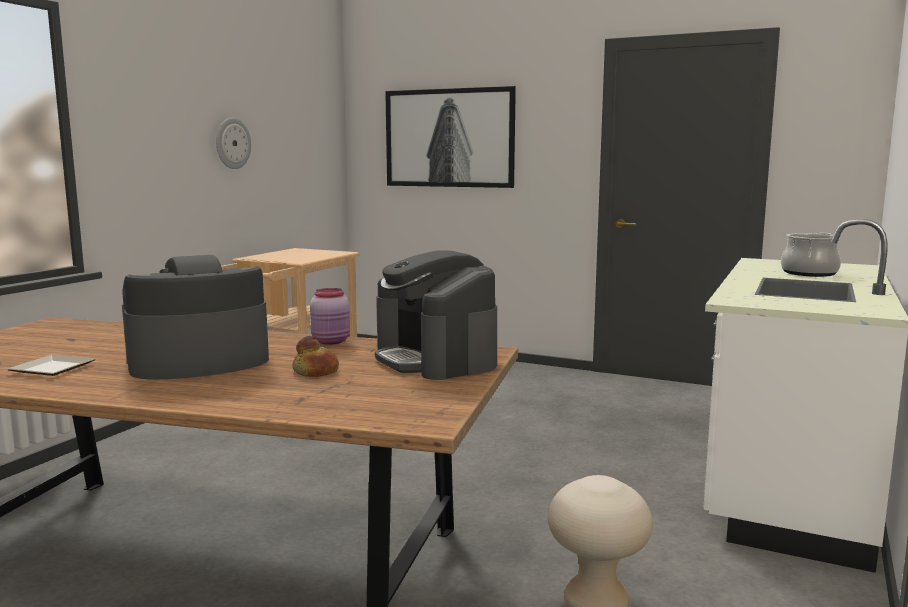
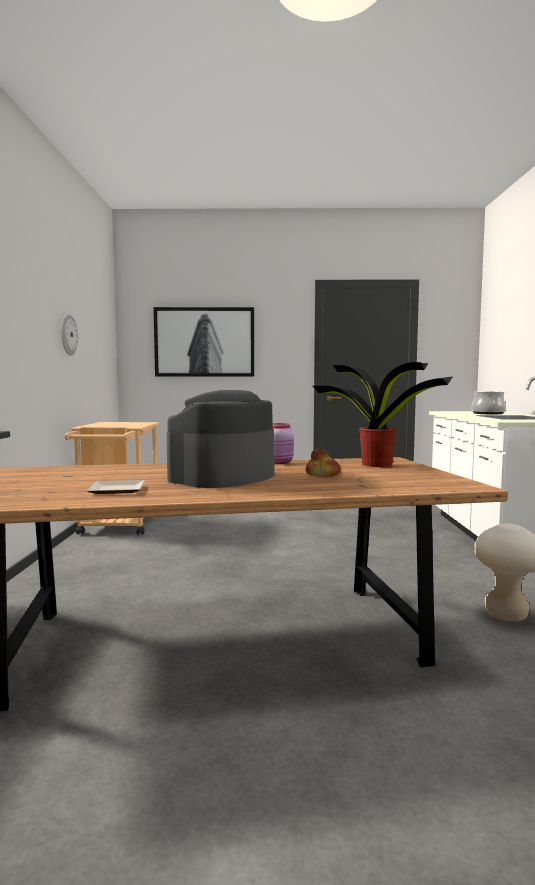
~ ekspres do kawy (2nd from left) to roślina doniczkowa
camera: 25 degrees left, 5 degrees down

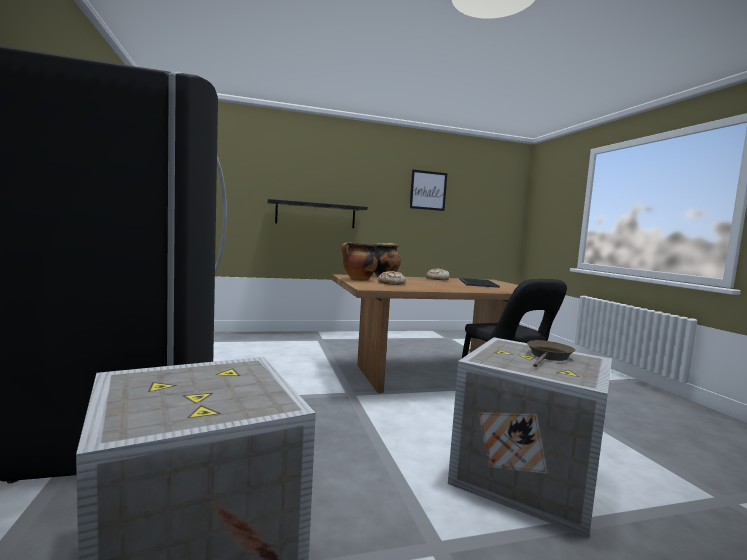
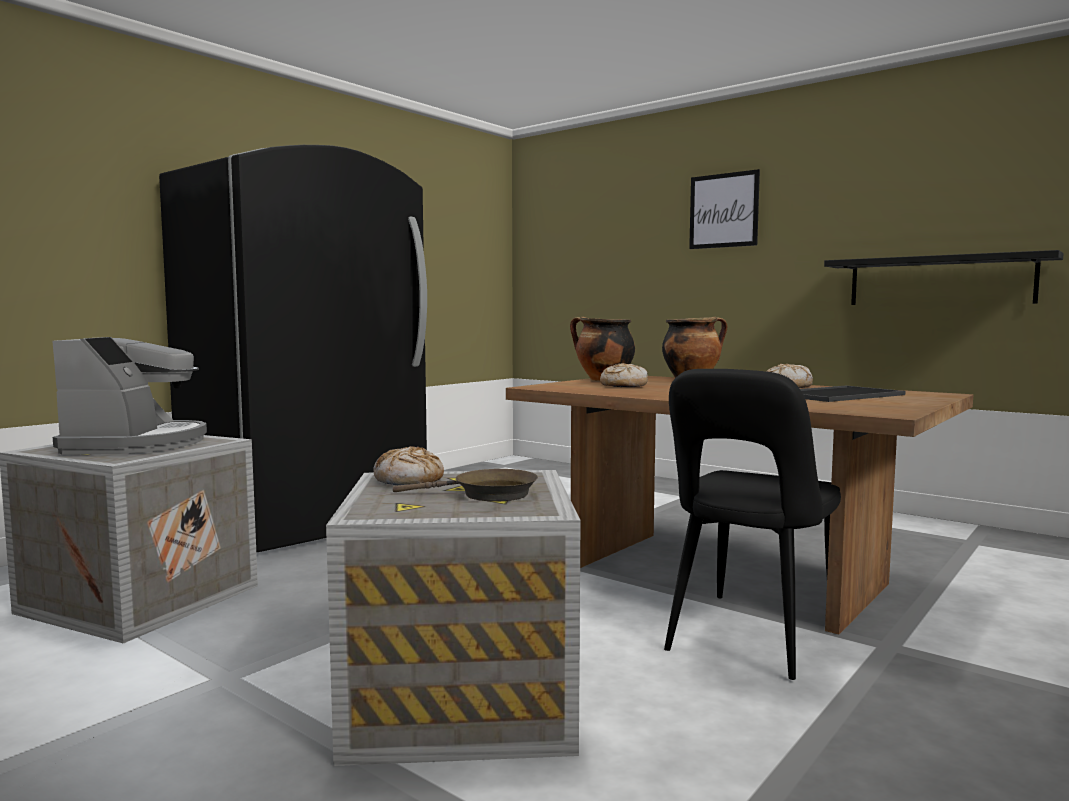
+ ekspres do kawy
+ chleb (1st from left)
~ obraz
~ półka/czarny
camera: 55 degrees right, 0 degrees up

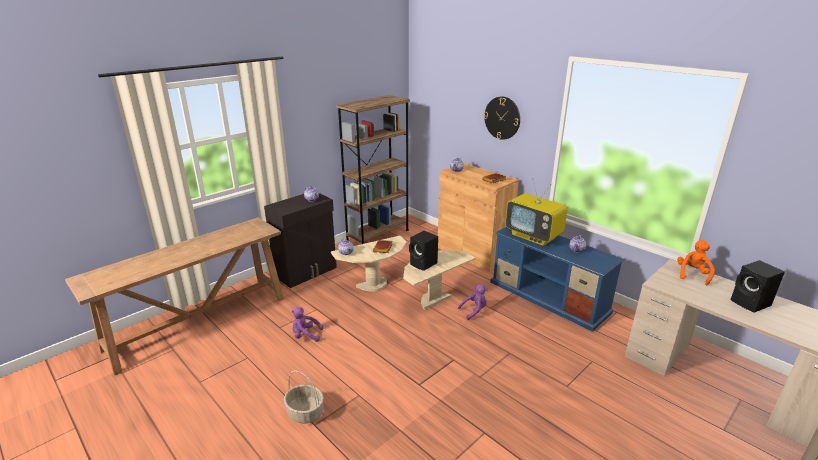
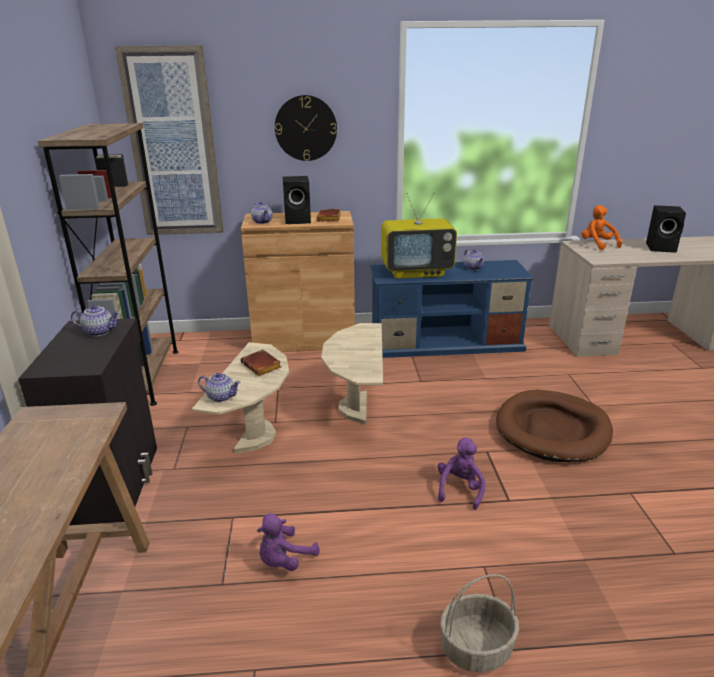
+ obraz
~ głośnik/czarny (1st from left)
~ pluszak/fioletowy (2nd from left)
+ legowisko/brązowy
camera: 50 degrees left, 0 degrees up

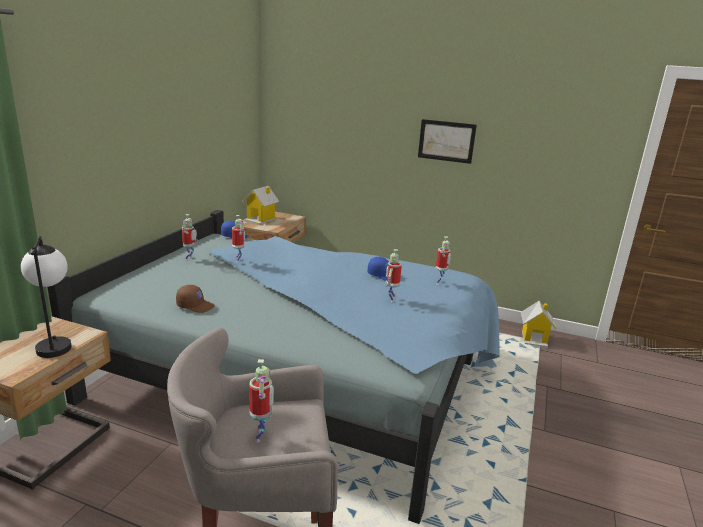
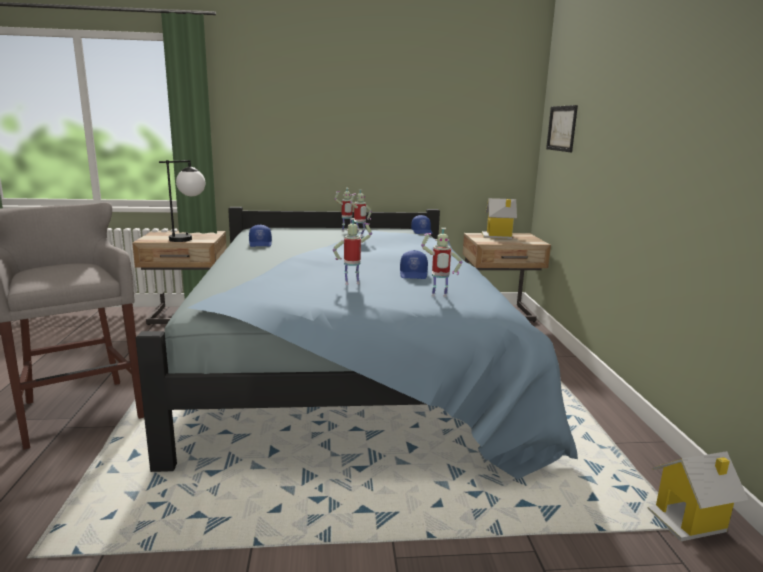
~ czapka z daszkiem/brązowy to czapka z daszkiem/niebieski (1st from left)
~ obraz
- robot zabawkowy (3rd from left)
camera: 65 degrees right, 5 degrees down

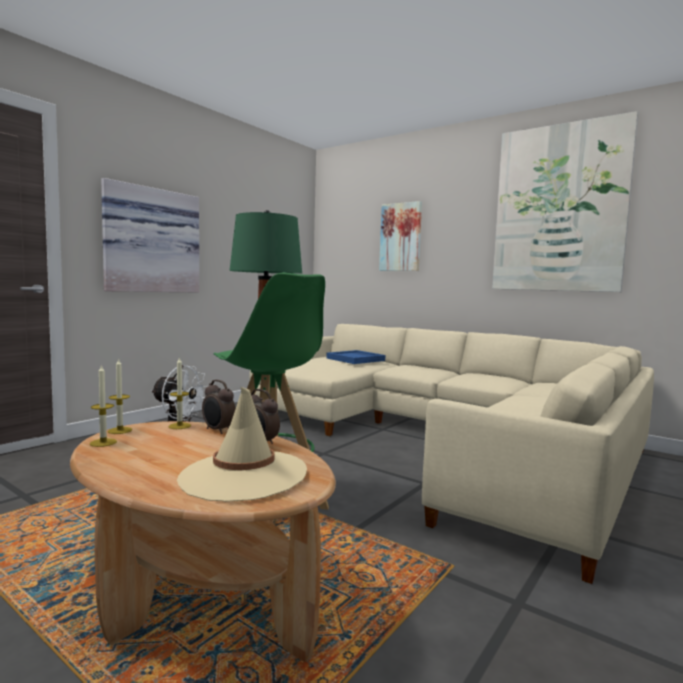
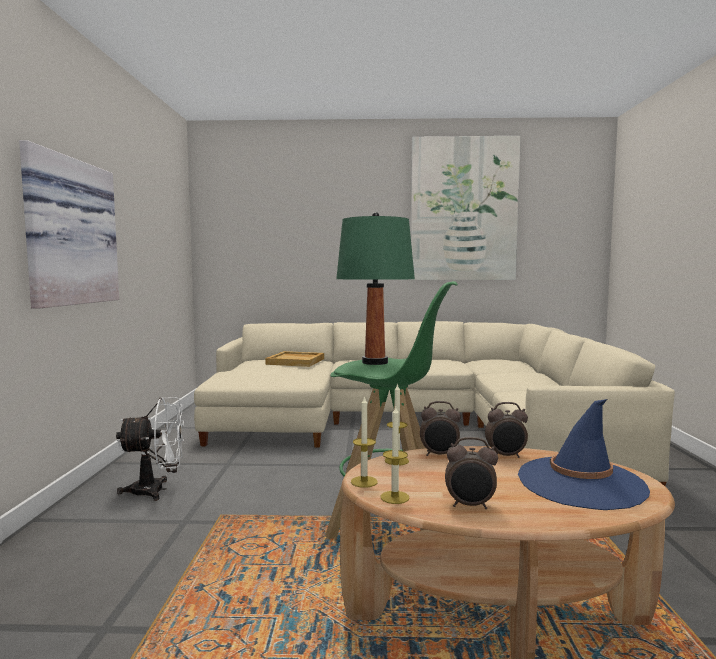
~ taca/niebieski to taca/beżowy
+ budzik (2nd from left)
~ kapelusz/beżowy to kapelusz/niebieski
- obraz (2nd from left)
camera: 35 degrees left, 0 degrees up

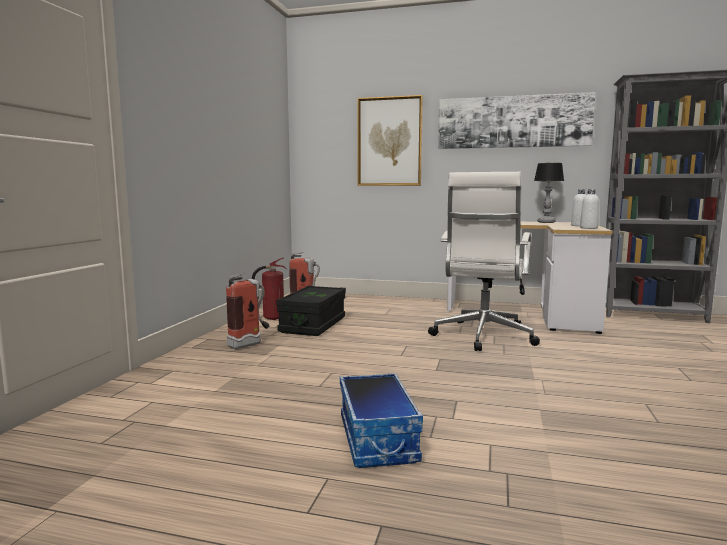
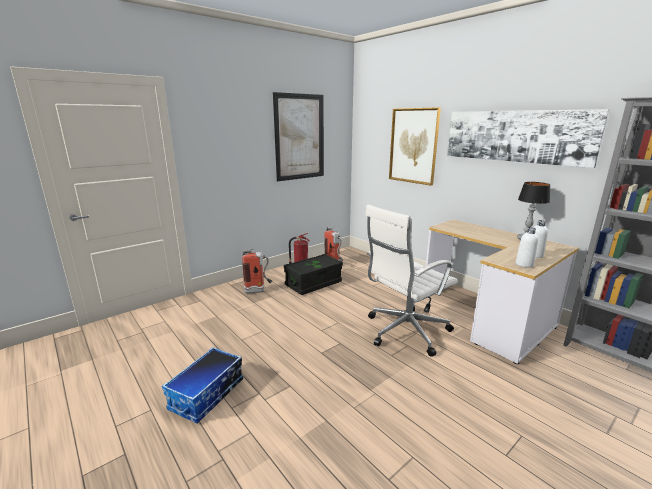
+ obraz (1st from left)
camera: 35 degrees right, 10 degrees up

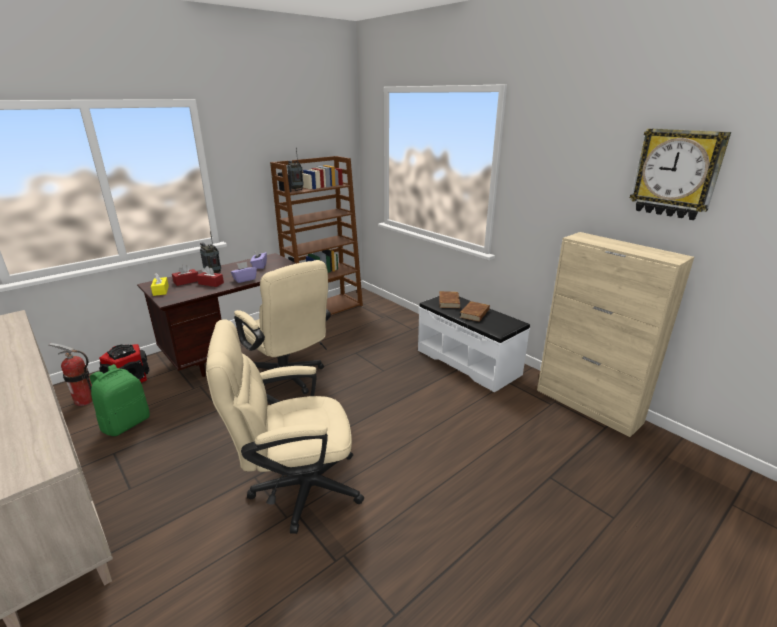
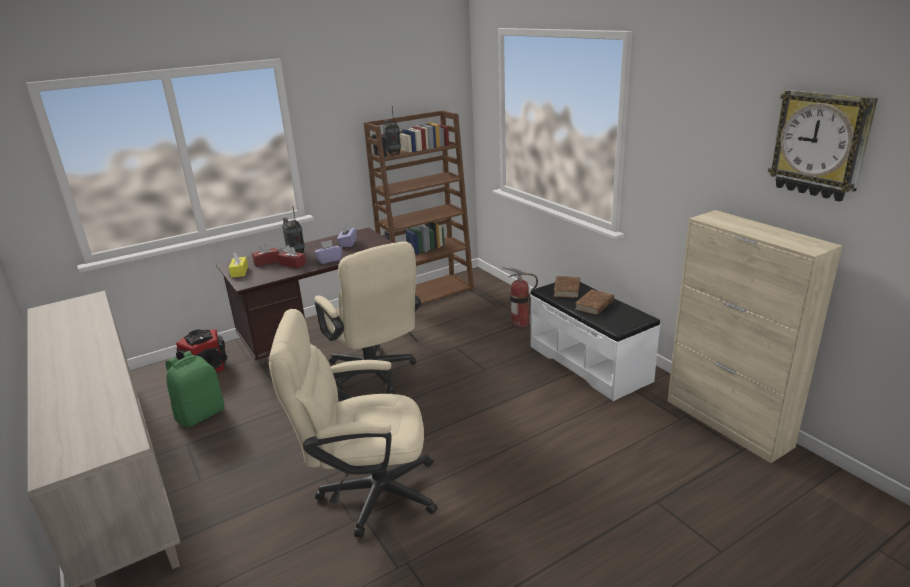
~ gaśnica
camera: 10 degrees right, 0 degrees up

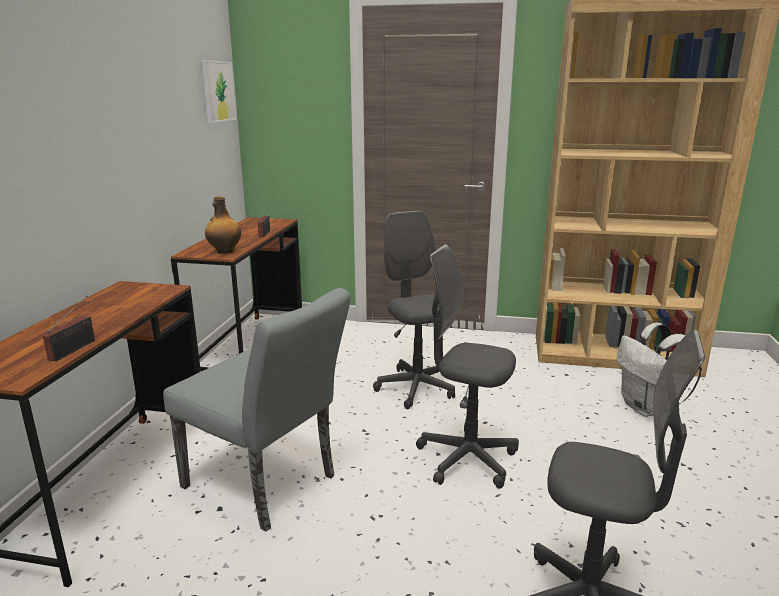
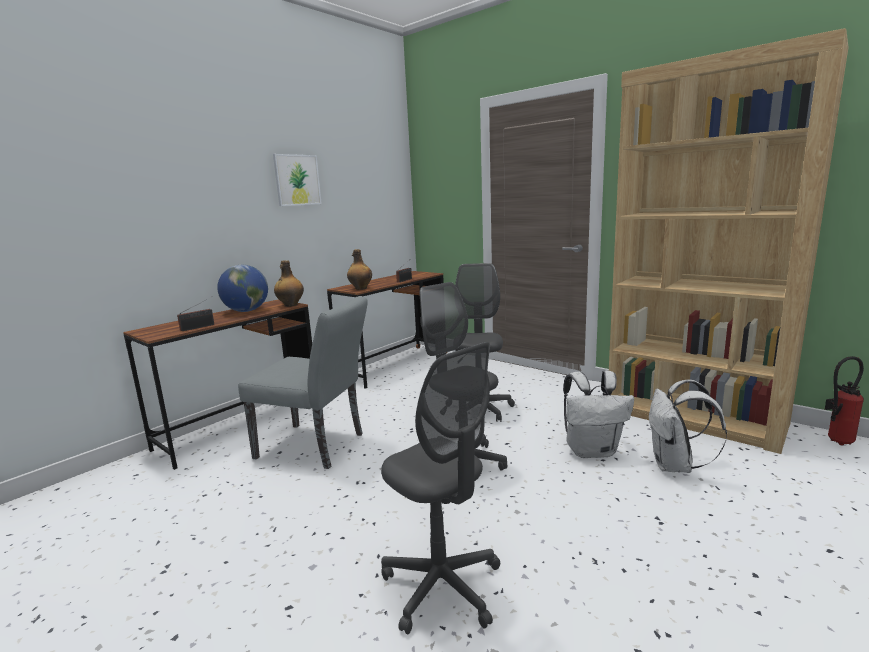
+ globus
~ krzesło/szary 45 degrees counterclockwise
~ obraz
+ butelka (1st from left)
+ plecak/biały (1st from left)
+ gaśnica
camera: 30 degrees right, 5 degrees down

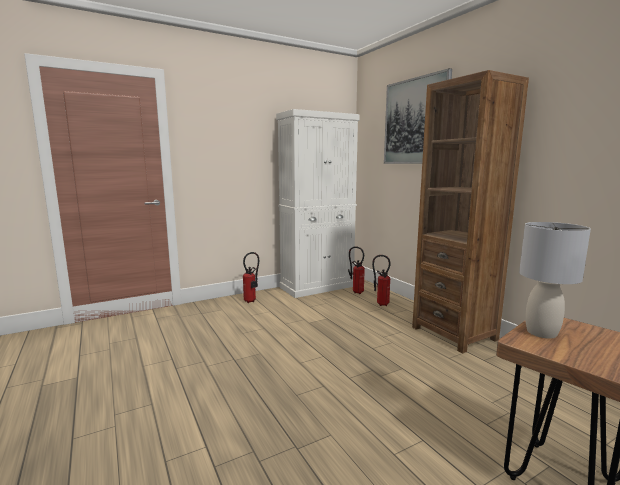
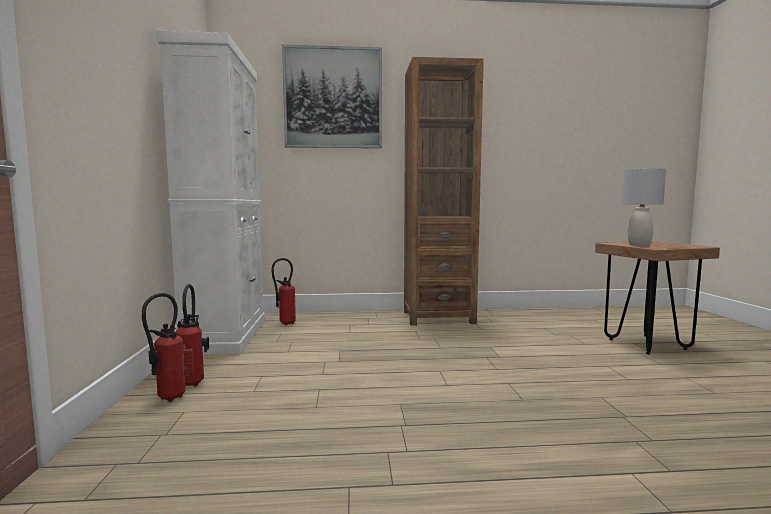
~ gaśnica (3rd from left in the first image) to gaśnica (1st from left)
camera: 65 degrees left, 5 degrees down

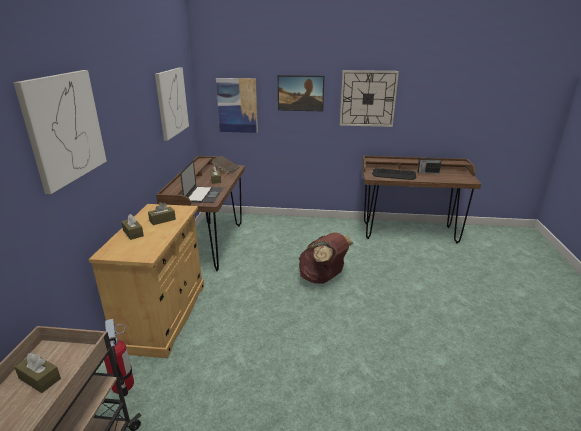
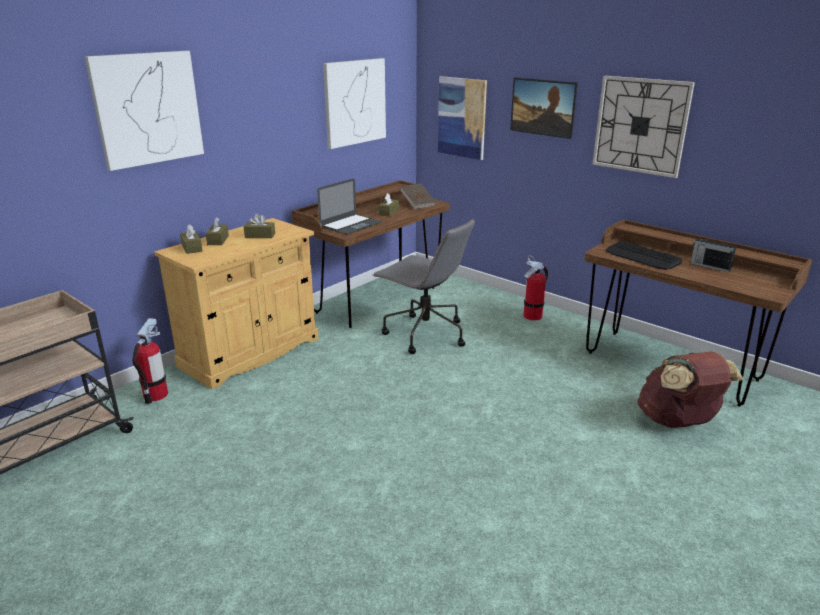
~ pudełko chusteczek/brązowy (1st from left)
+ krzesło biurowe/szary
+ gaśnica (2nd from left)
~ plecak/brązowy
camera: 35 degrees right, 0 degrees up

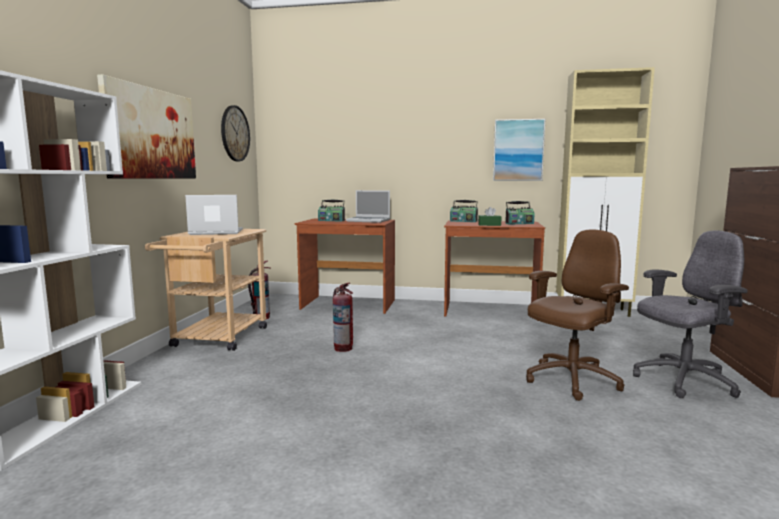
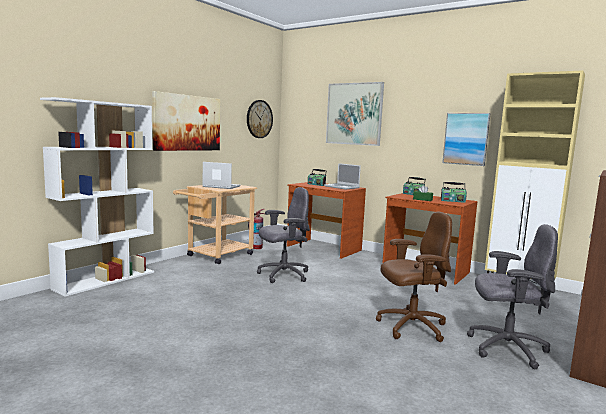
~ gaśnica (2nd from left) to krzesło biurowe/szary (1st from left)
+ obraz (2nd from left)
camera: 25 degrees right, 0 degrees up

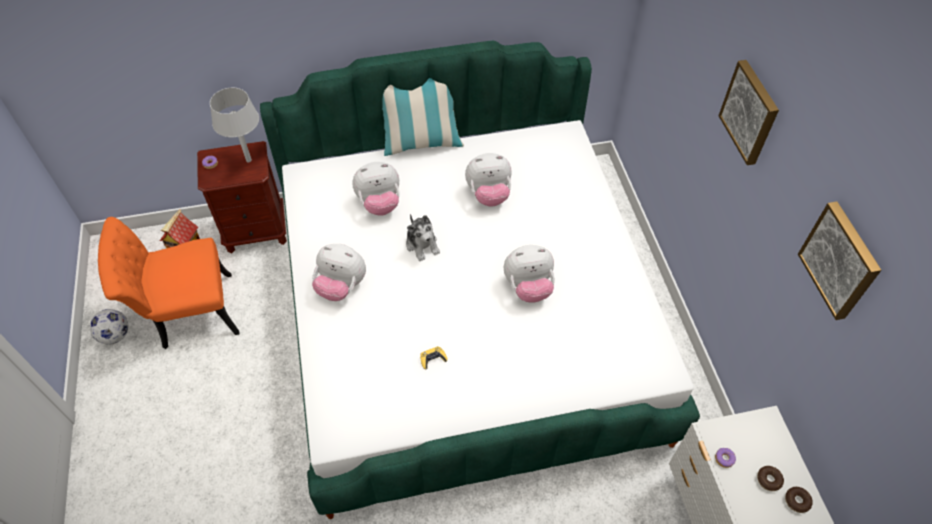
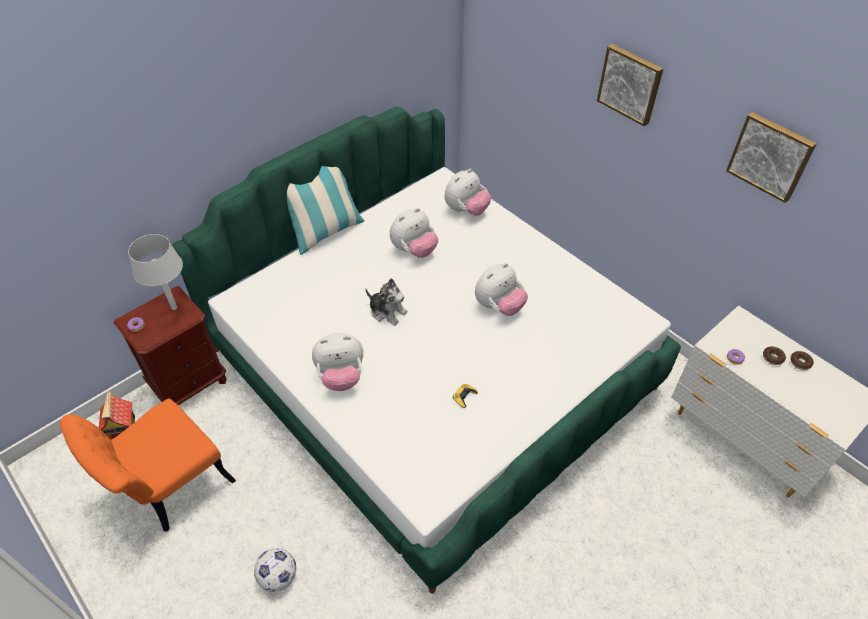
~ piłka futbolowa
~ pluszak (2nd from left in the first image) to pluszak (4th from left)
camera: 30 degrees left, 5 degrees down

